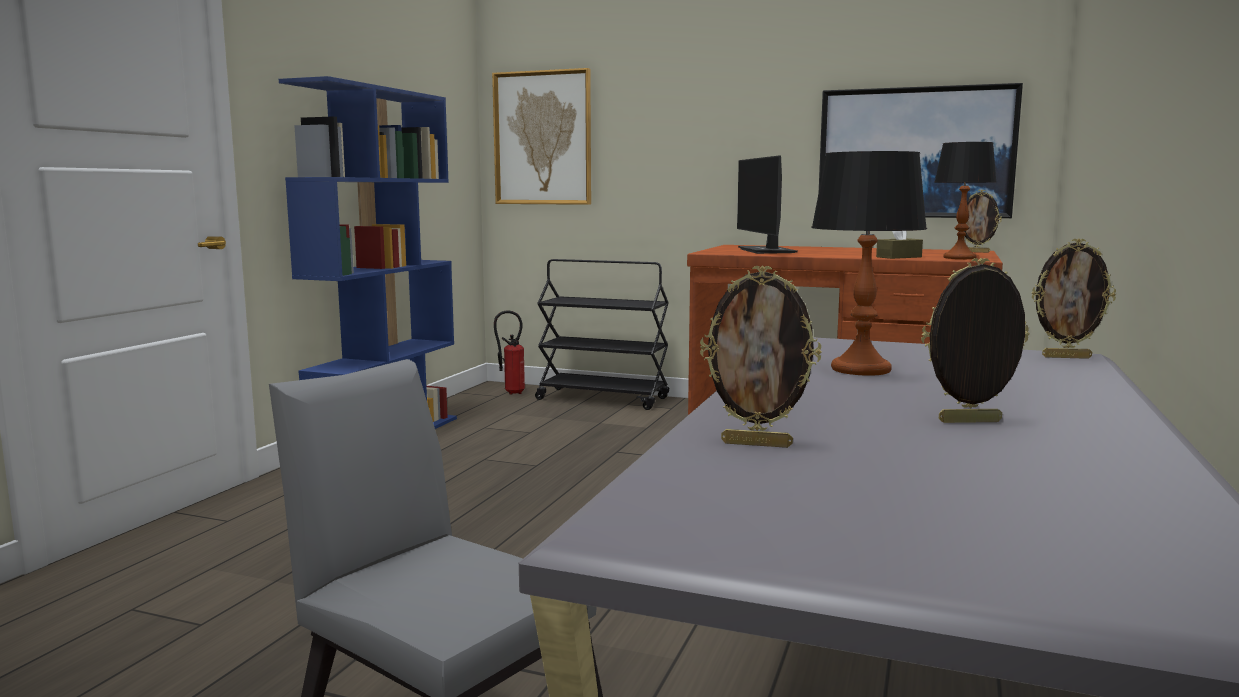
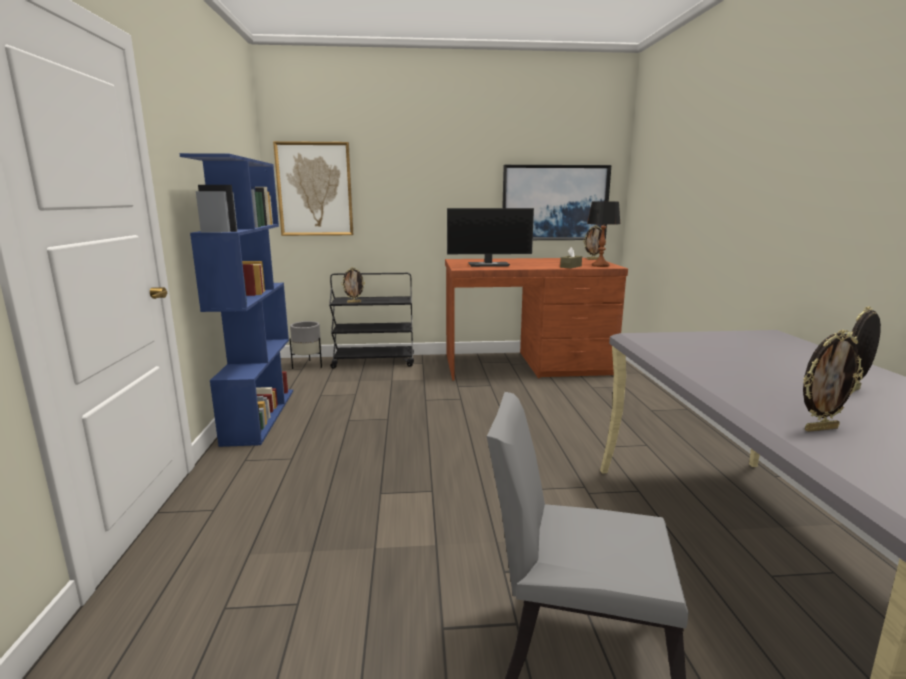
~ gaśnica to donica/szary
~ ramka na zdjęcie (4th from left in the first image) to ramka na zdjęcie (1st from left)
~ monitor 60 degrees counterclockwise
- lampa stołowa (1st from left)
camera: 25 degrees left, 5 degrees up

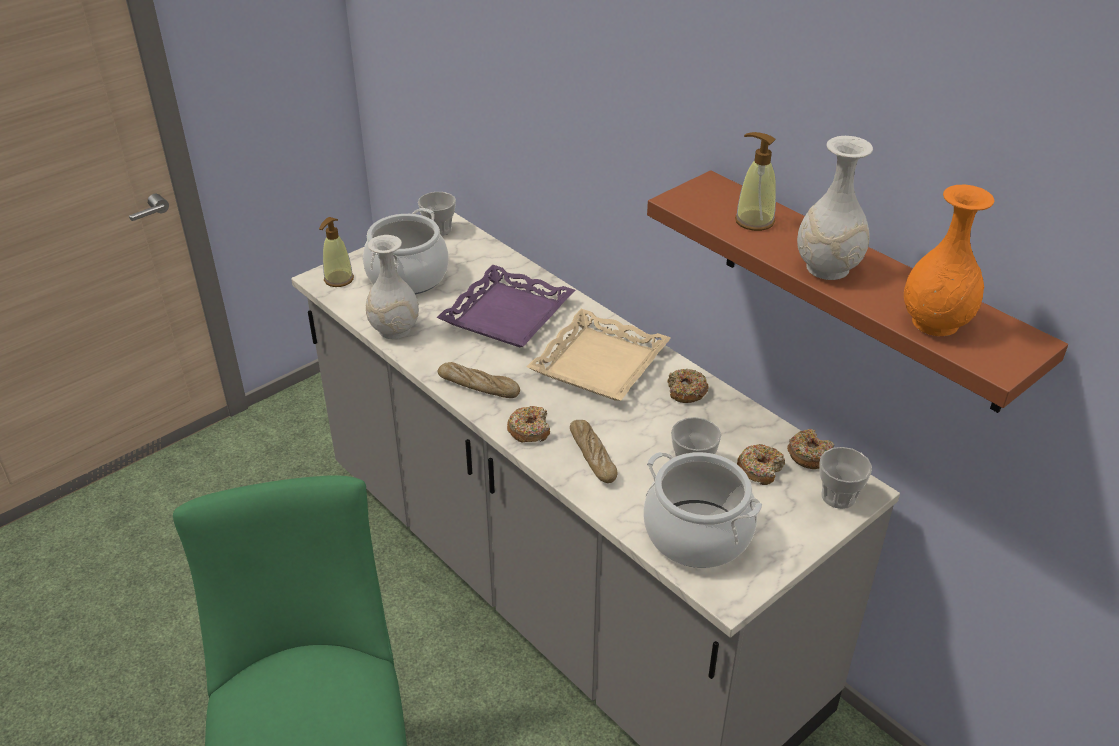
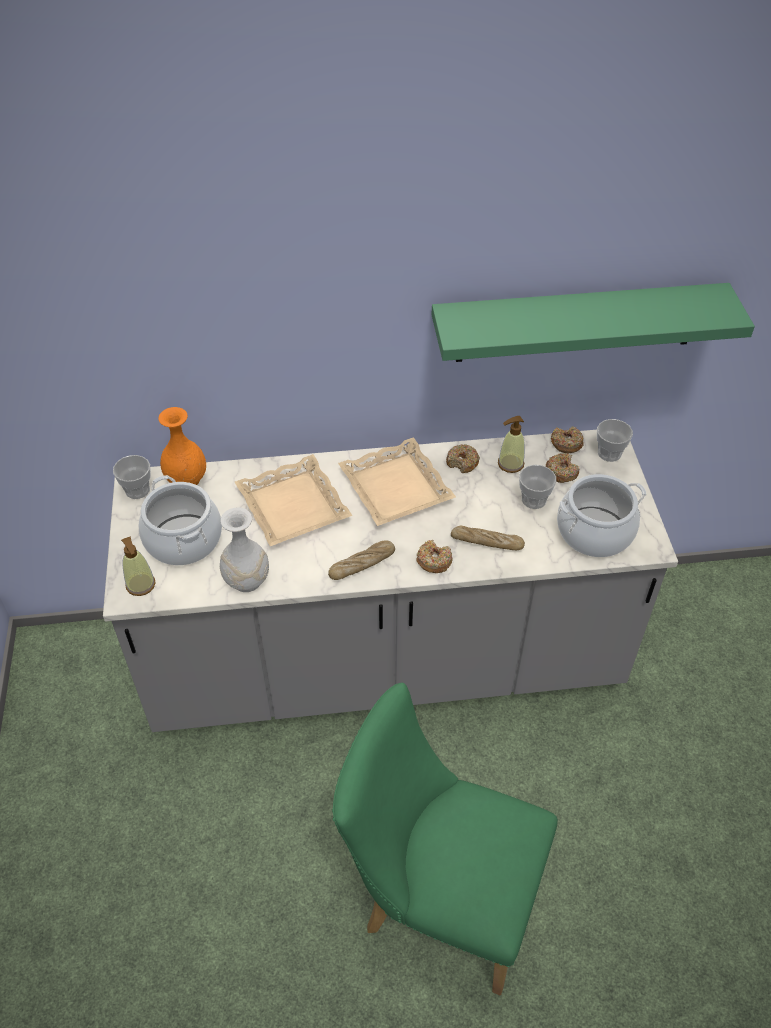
~ wazon/pomarańczowy
~ taca/fioletowy to taca/beżowy (1st from left)
~ półka/brązowy to półka/zielony
~ dozownik mydła (2nd from left)
- wazon/biały (2nd from left)
camera: 55 degrees left, 10 degrees up

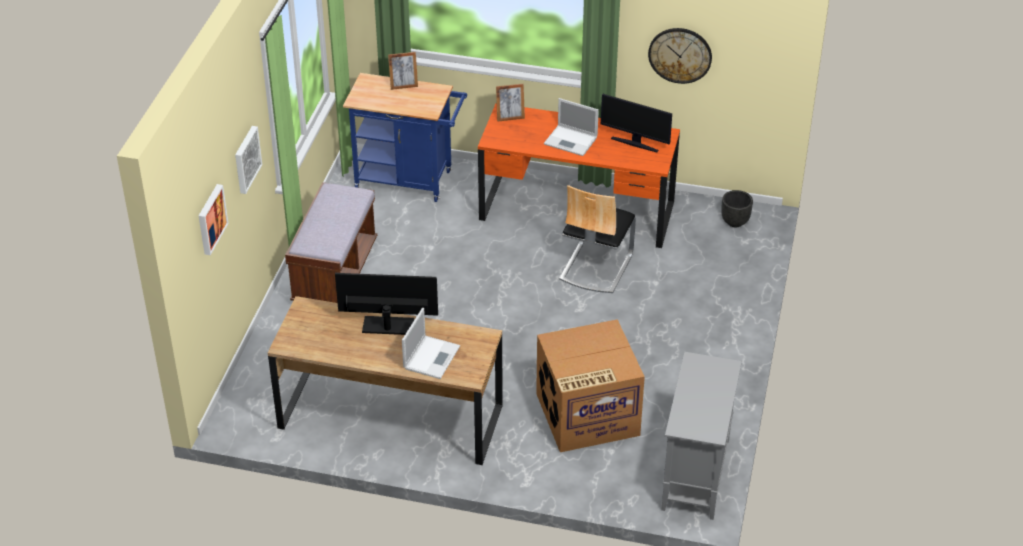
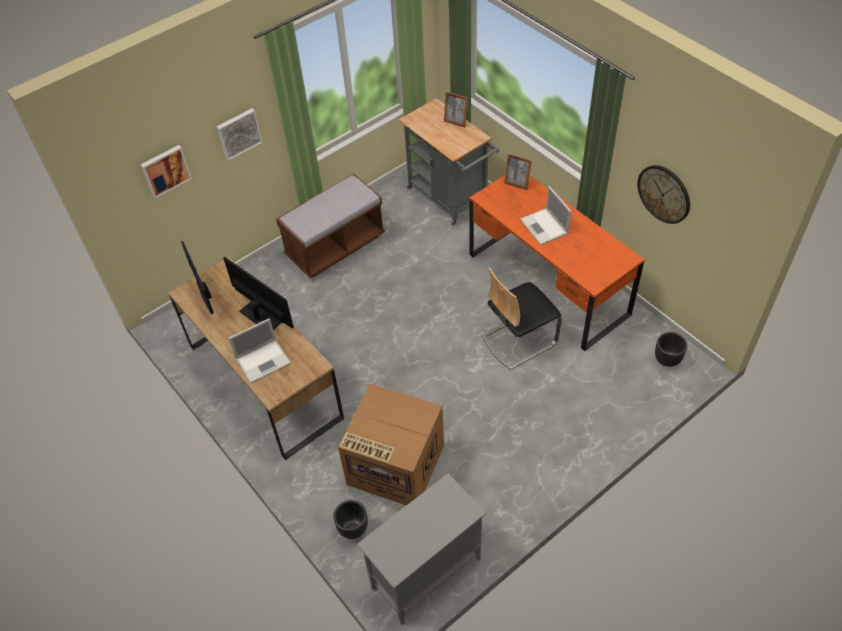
~ monitor (2nd from left in the first image) to monitor (1st from left)
+ donica/czarny (1st from left)
~ wózek/niebieski to wózek/szary
camera: 40 degrees right, 10 degrees up

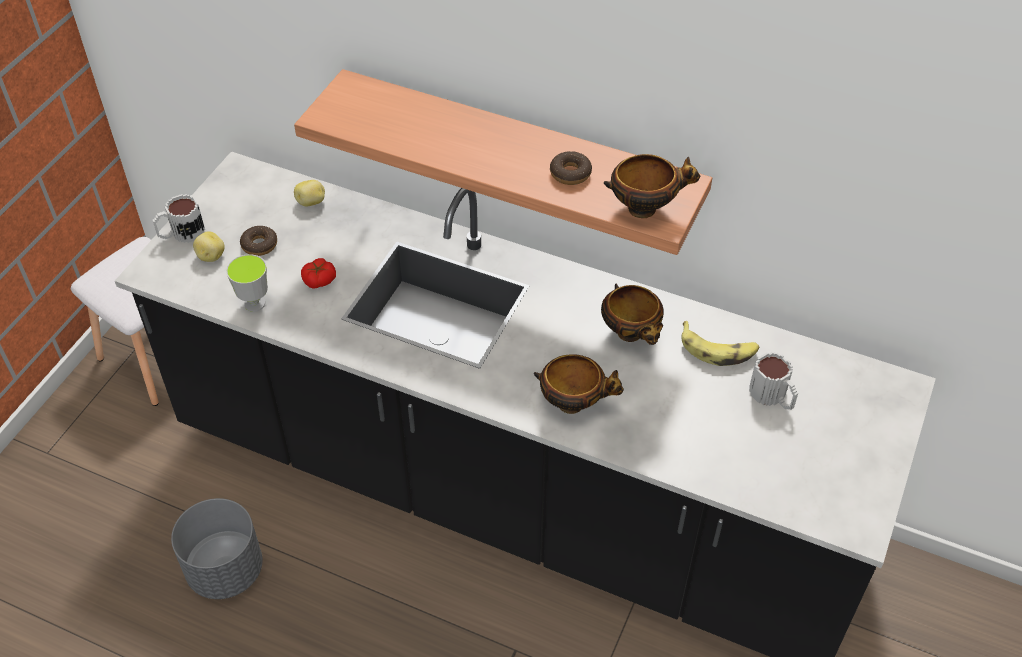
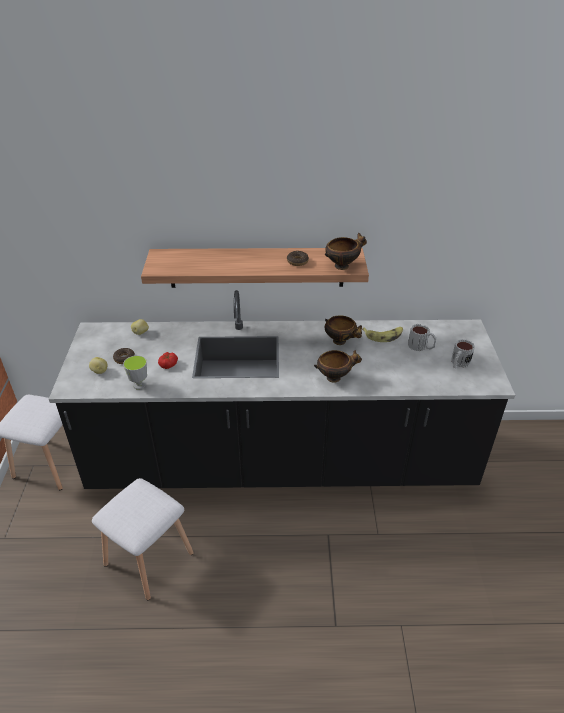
~ donica/szary to stołek/biały (2nd from left)
~ kubek (1st from left in the first image) to kubek (2nd from left)
camera: 25 degrees left, 10 degrees down

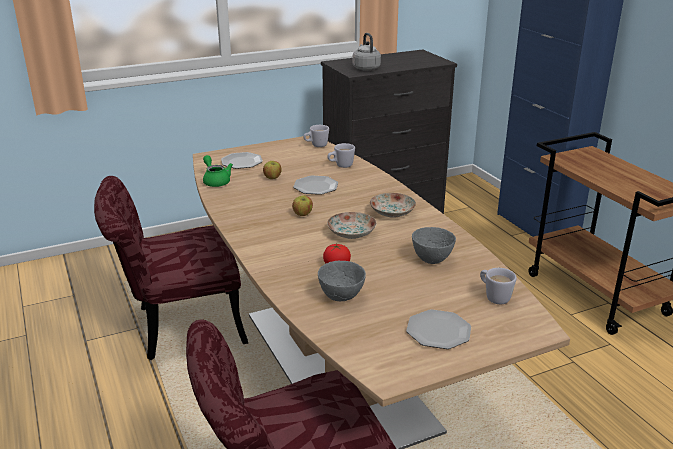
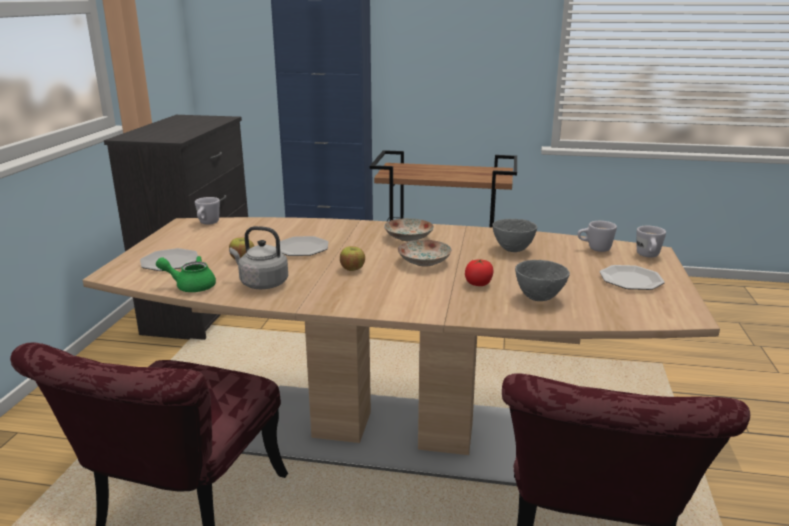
~ czajnik/szary
~ kubek/biały (2nd from left in the first image) to kubek/biały (3rd from left)
camera: 55 degrees left, 5 degrees down

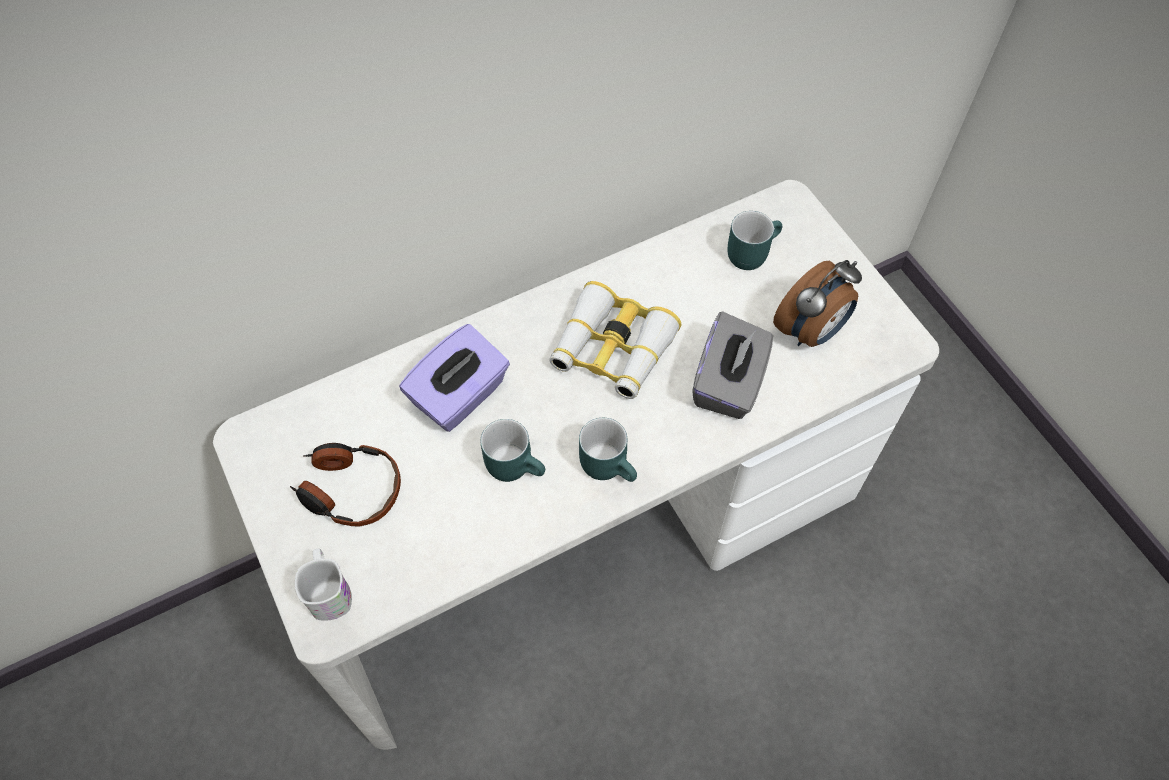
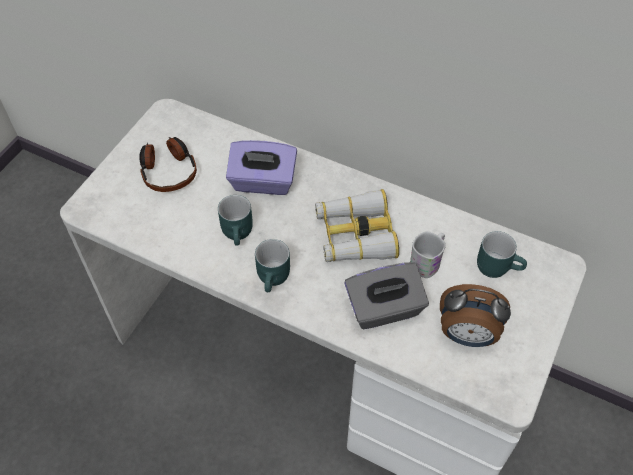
~ kubek/biały
camera: 55 degrees right, 5 degrees down

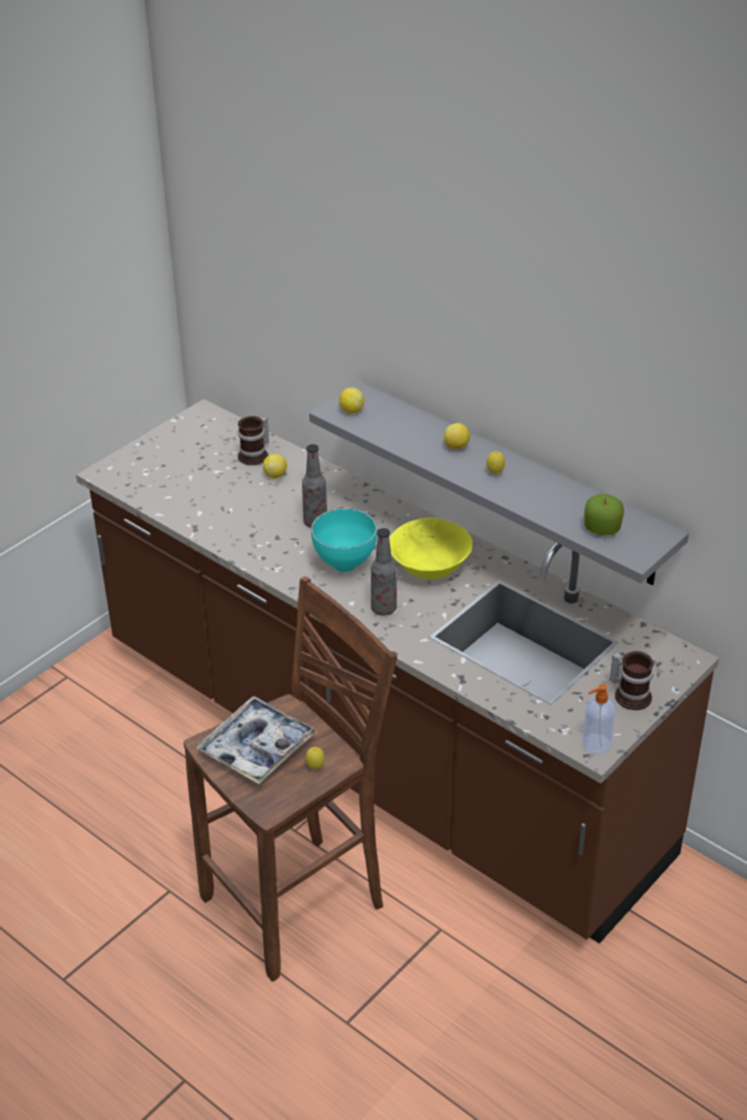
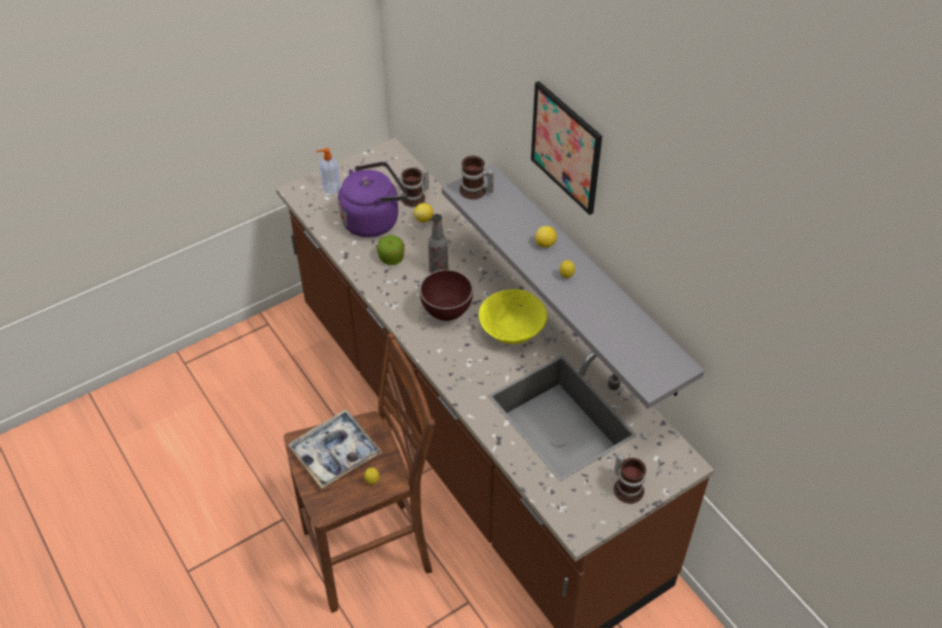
~ dozownik mydła
+ czajnik/fioletowy
~ jabłko
~ miska/turkusowy to miska/brązowy
~ cytryna (3rd from left) to kubek (2nd from left)
+ obraz
- butelka (2nd from left)
camera: 15 degrees right, 10 degrees up

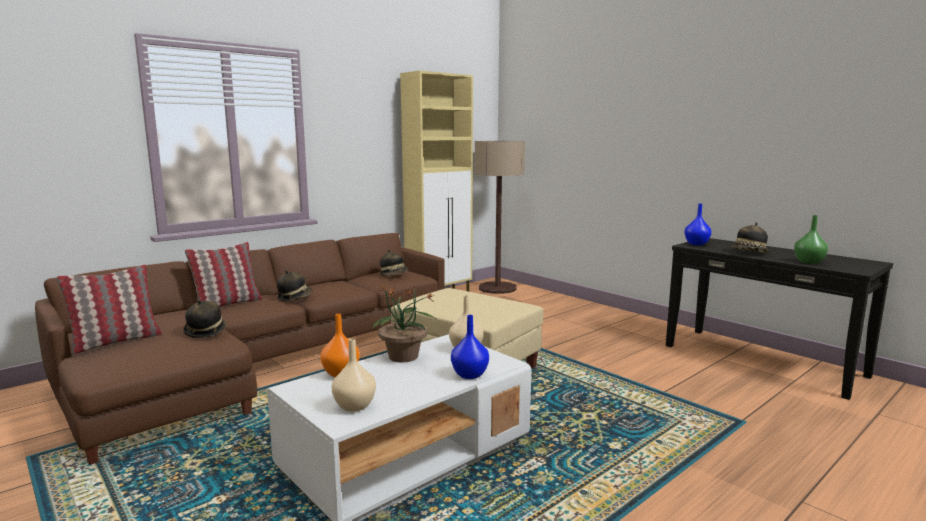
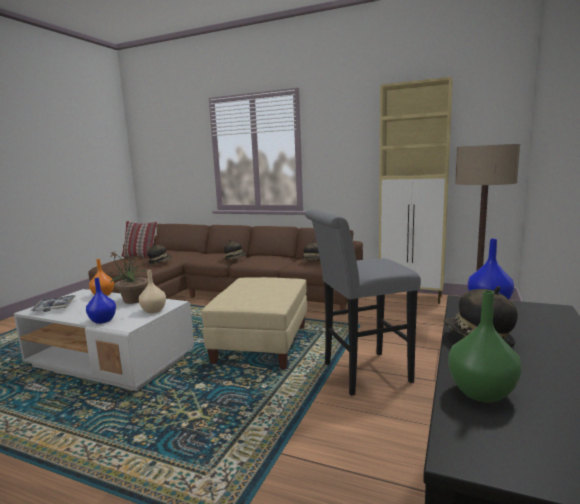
~ wazon/beżowy (1st from left) to taca
+ stołek/szary
- poduszka (2nd from left)
camera: 65 degrees right, 0 degrees up

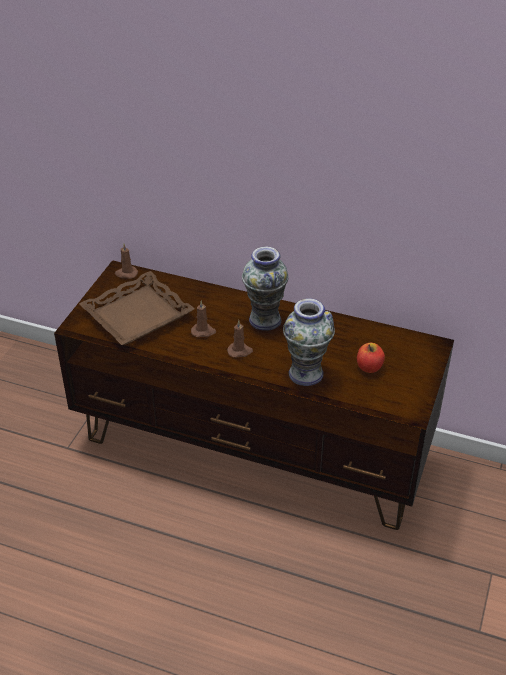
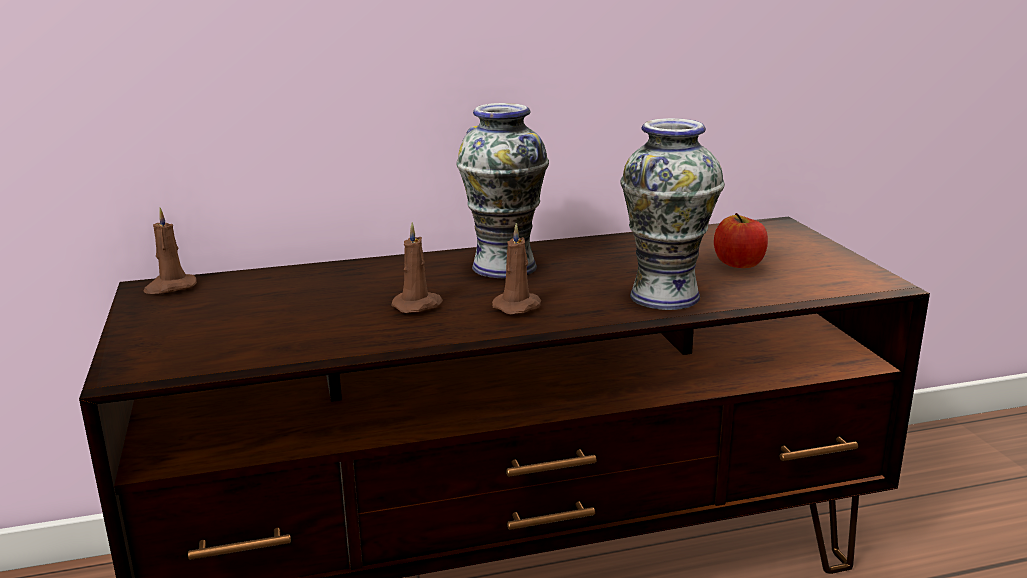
- taca/brązowy
camera: 35 degrees left, 20 degrees down

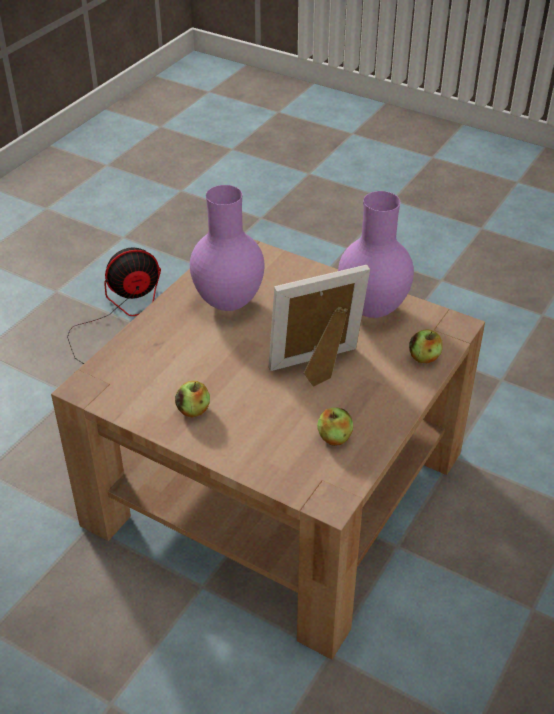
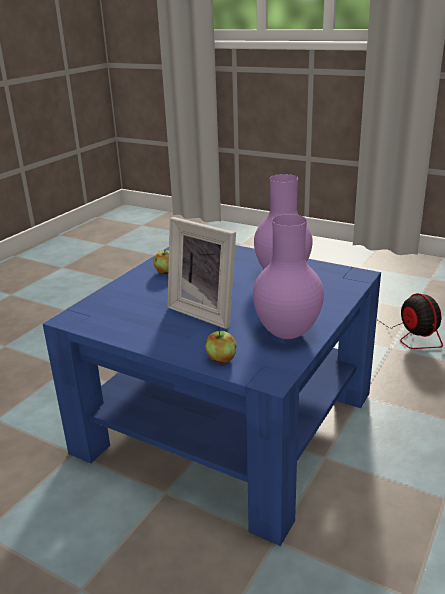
~ ława/brązowy to ława/niebieski
~ ramka na zdjęcie 150 degrees clockwise
- jabłko (2nd from left)
camera: 90 degrees right, 15 degrees down

